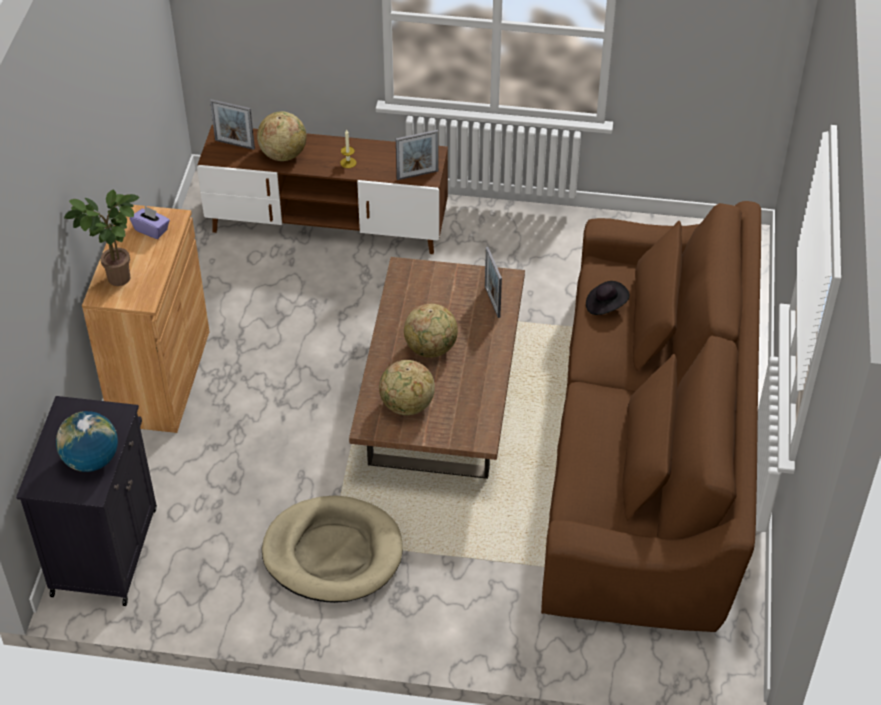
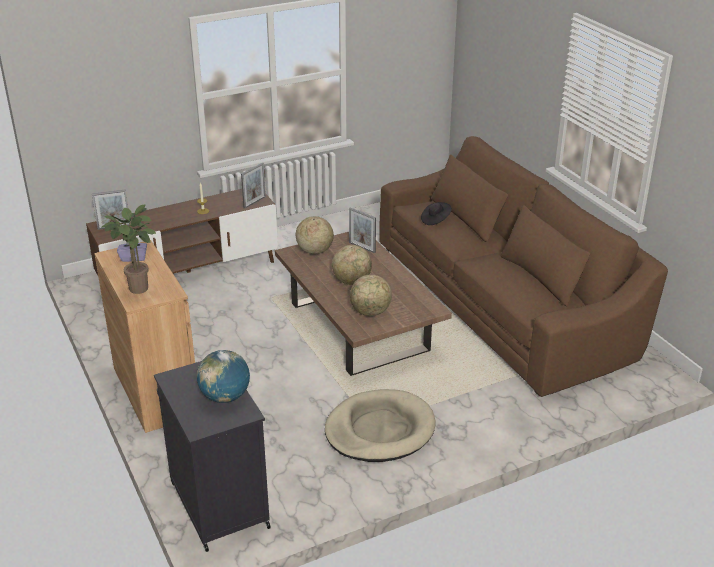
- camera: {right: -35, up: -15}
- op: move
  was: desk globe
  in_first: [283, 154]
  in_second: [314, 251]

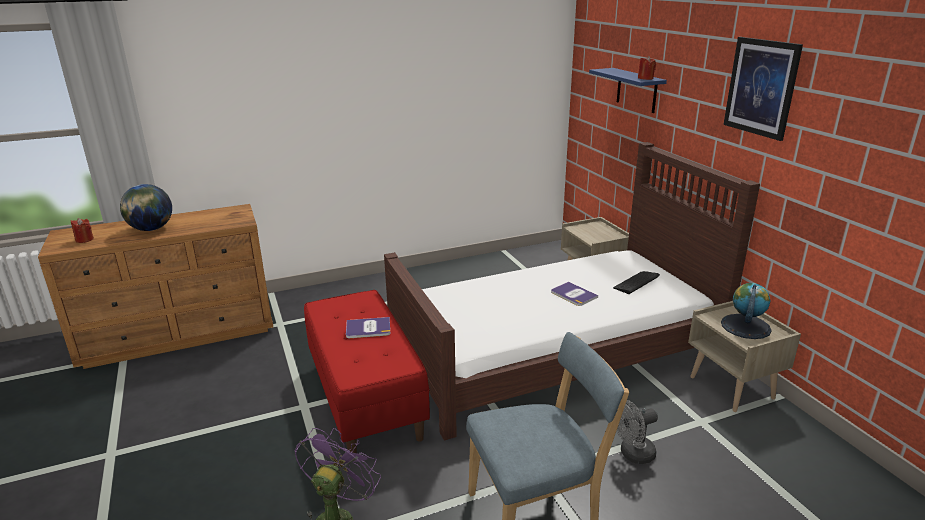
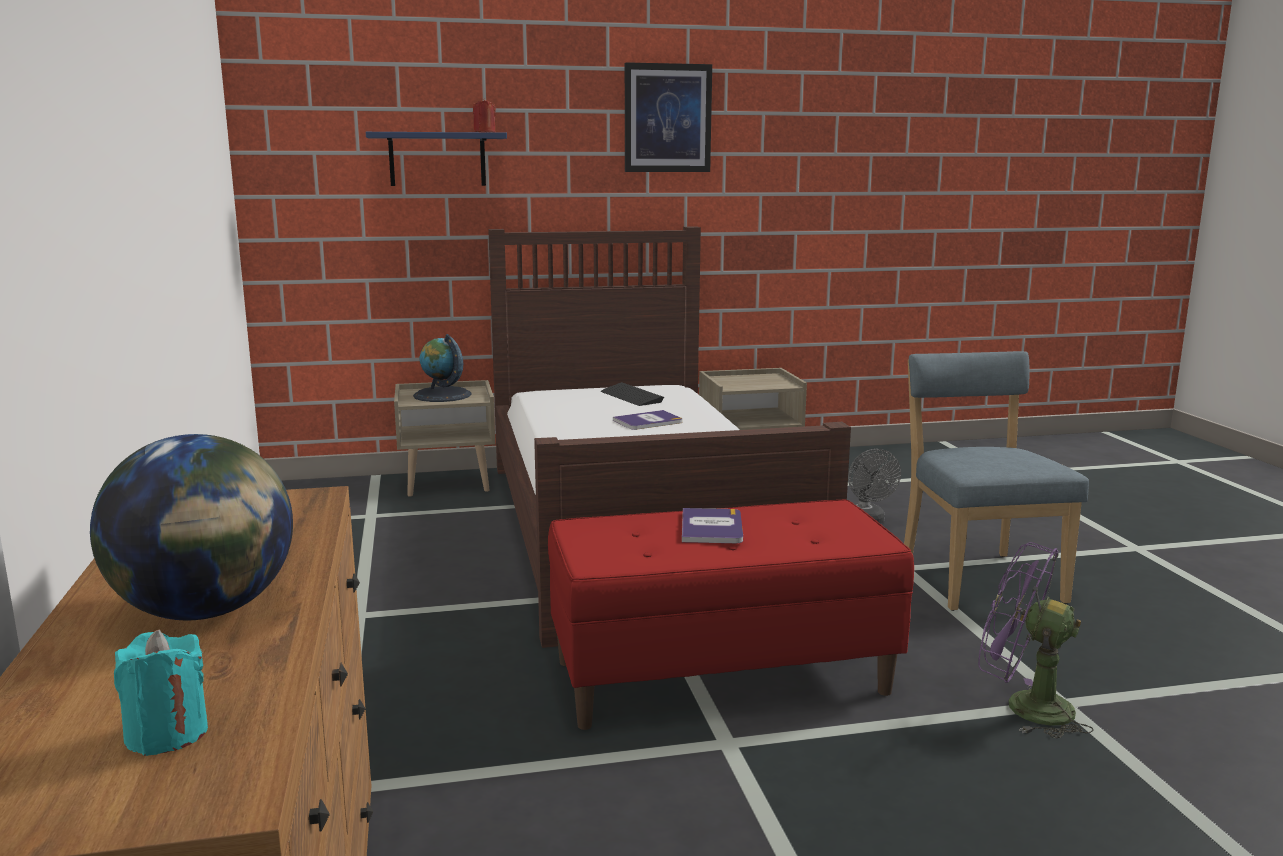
- camera: {right: -80, up: -10}
- op: move
  was: desk globe
  in_first: [745, 326]
  in_second: [442, 395]
- op: recolor
  was: red candle
  now: turquoise candle
  in_first: [84, 240]
  in_second: [167, 734]

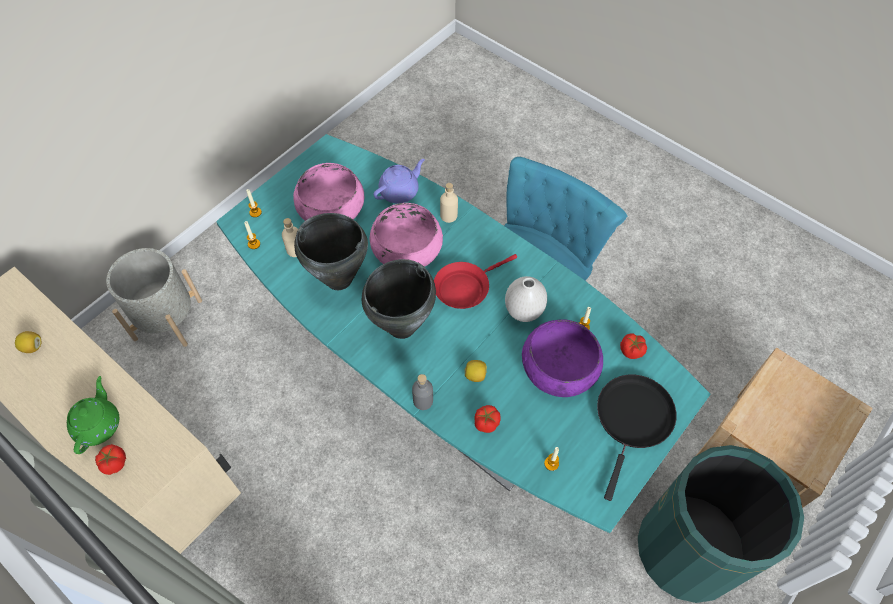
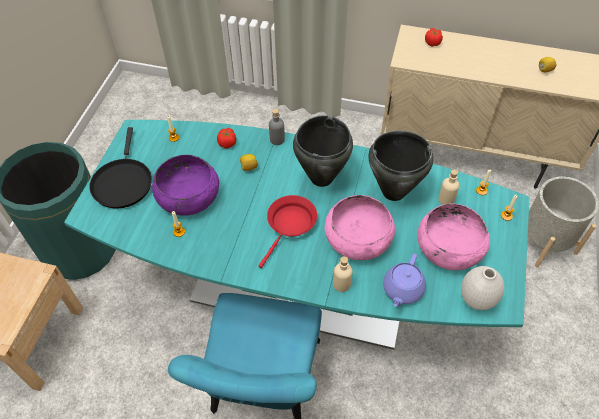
- camera: {right: 155, up: -5}
- op: delete
  was: green-coloured pot for tea
  in_first: [98, 424]
- op: delete
  was: whole tomato
  in_first: [631, 351]
- op: move
  was: white flower vase
  in_first: [523, 312]
  in_second: [477, 300]

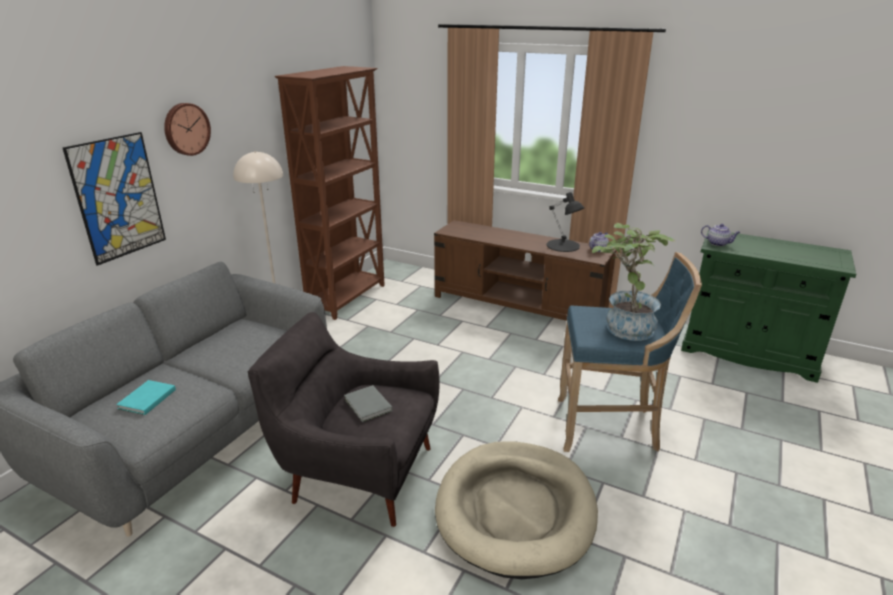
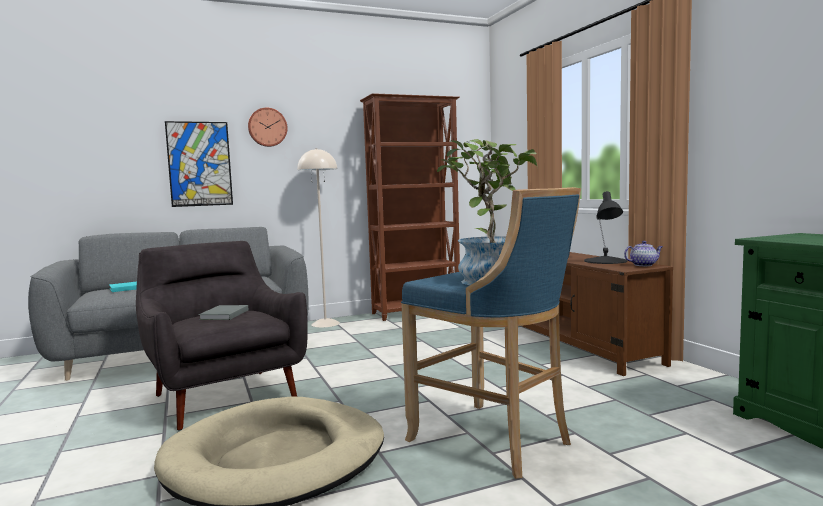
- camera: {right: 40, up: -20}
- op: delete
  was: pot for tea
  in_first: [718, 243]

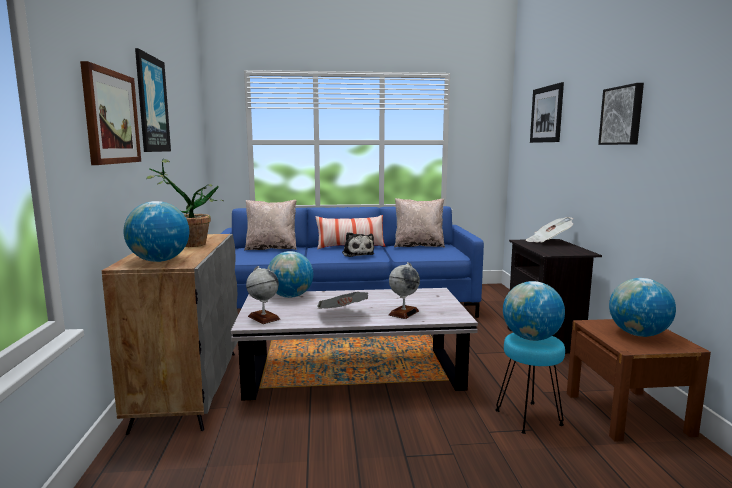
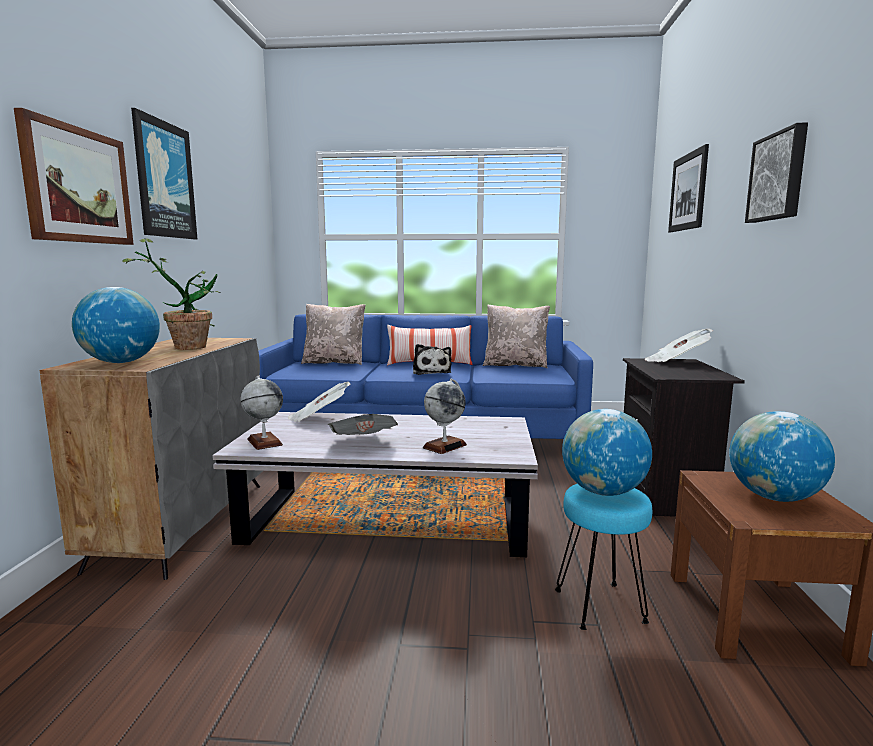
- camera: {right: 10, up: 0}
- op: replace
  was: desk globe
  now: newspaper
  in_first: [290, 296]
  in_second: [318, 418]

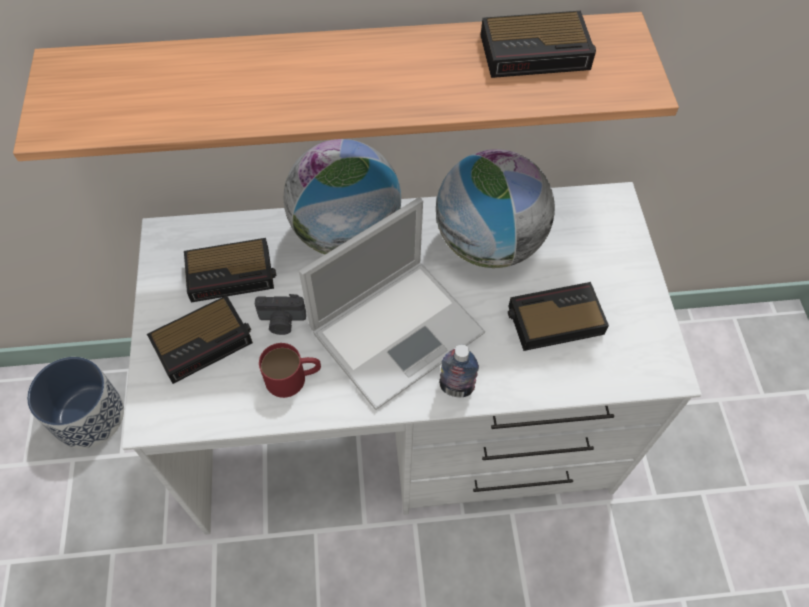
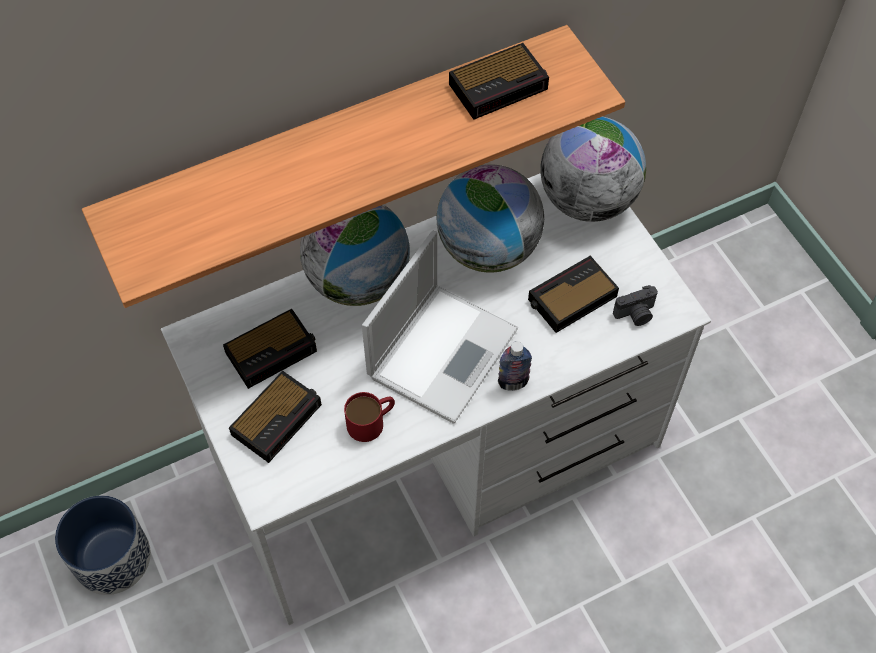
- camera: {right: -20, up: 0}
- op: insert
  now: desk globe
  in_second: [587, 200]
- op: move
  was: still camera
  in_first: [282, 322]
  in_second: [636, 314]

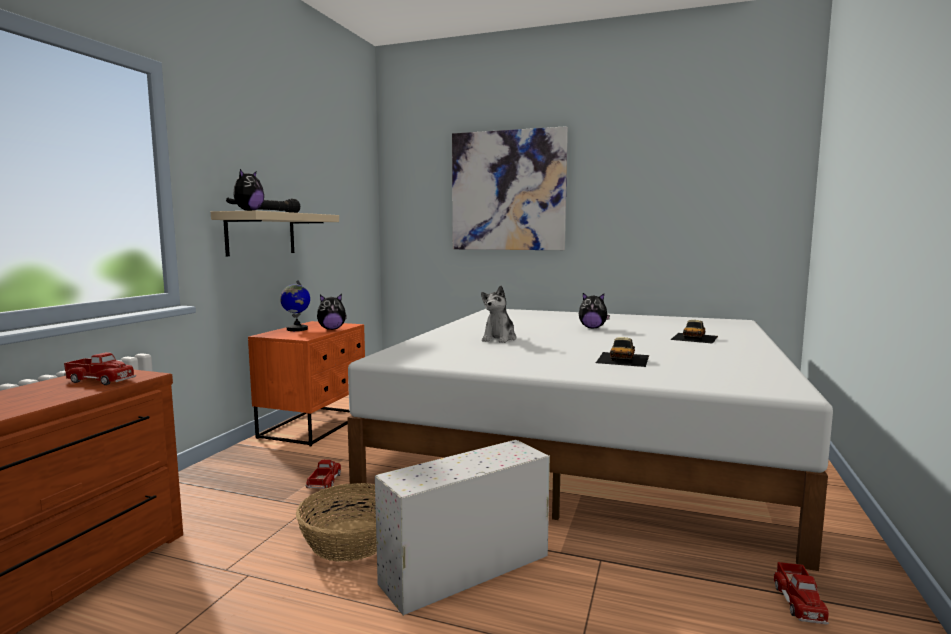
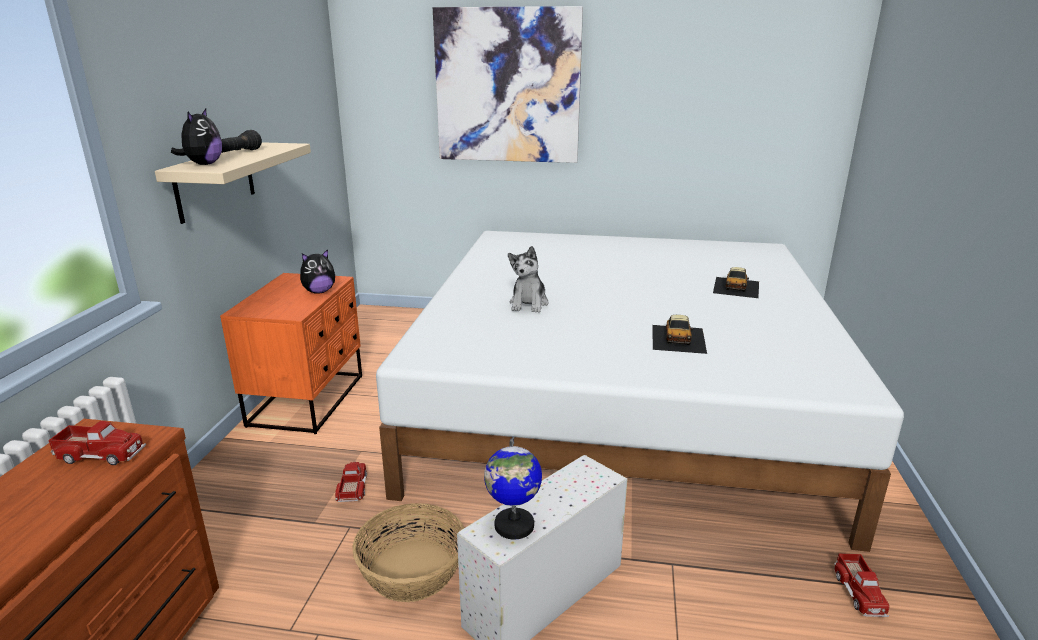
- camera: {right: -10, up: 15}
- op: delete
  was: soft toy
  in_first: [592, 328]
- op: move
  was: desk globe
  in_first: [296, 329]
  in_second: [513, 525]

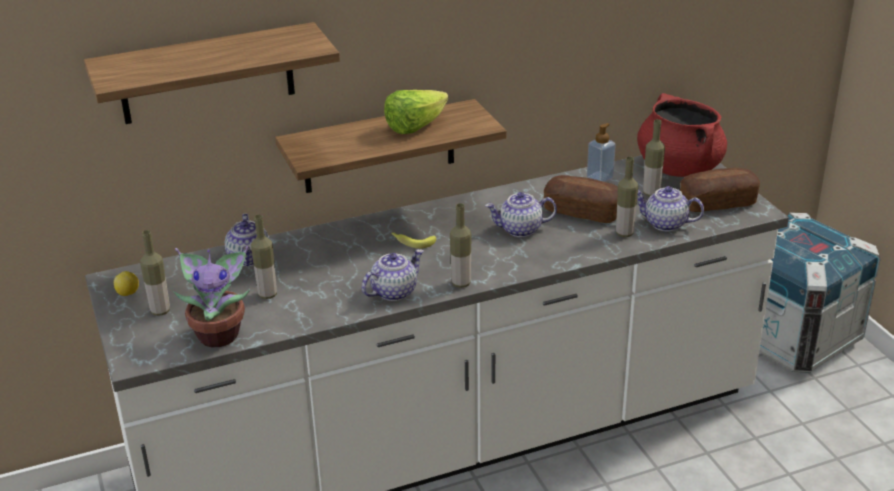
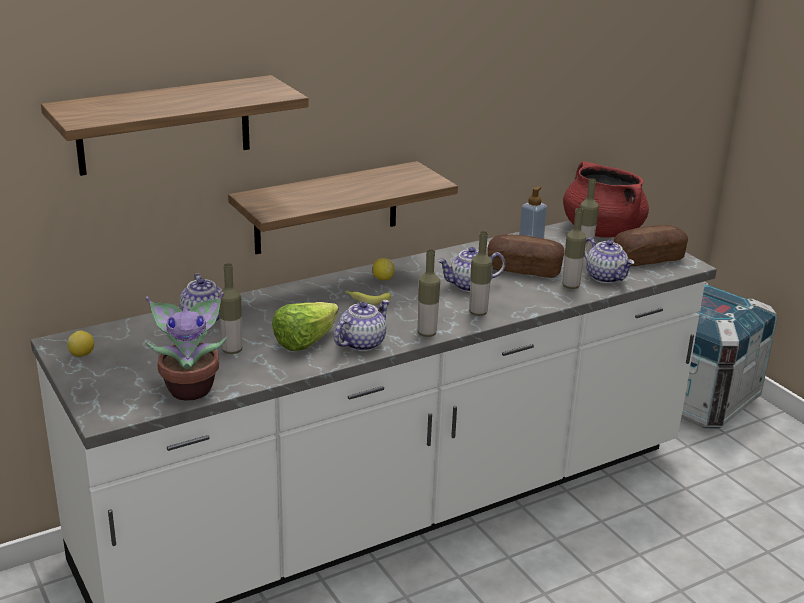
- camera: {right: -10, up: -5}
- op: insert
  now: citrus fruit
  in_second: [383, 279]
- op: move
  was: beverage bottle
  in_first: [160, 311]
  in_second: [478, 312]
- op: move
  was: lettuce
  in_first: [415, 127]
  in_second: [305, 342]
- op: rotate
  was: pot for tea
  in_first: [665, 224]
  in_second: [606, 277]
  clockwise: -135

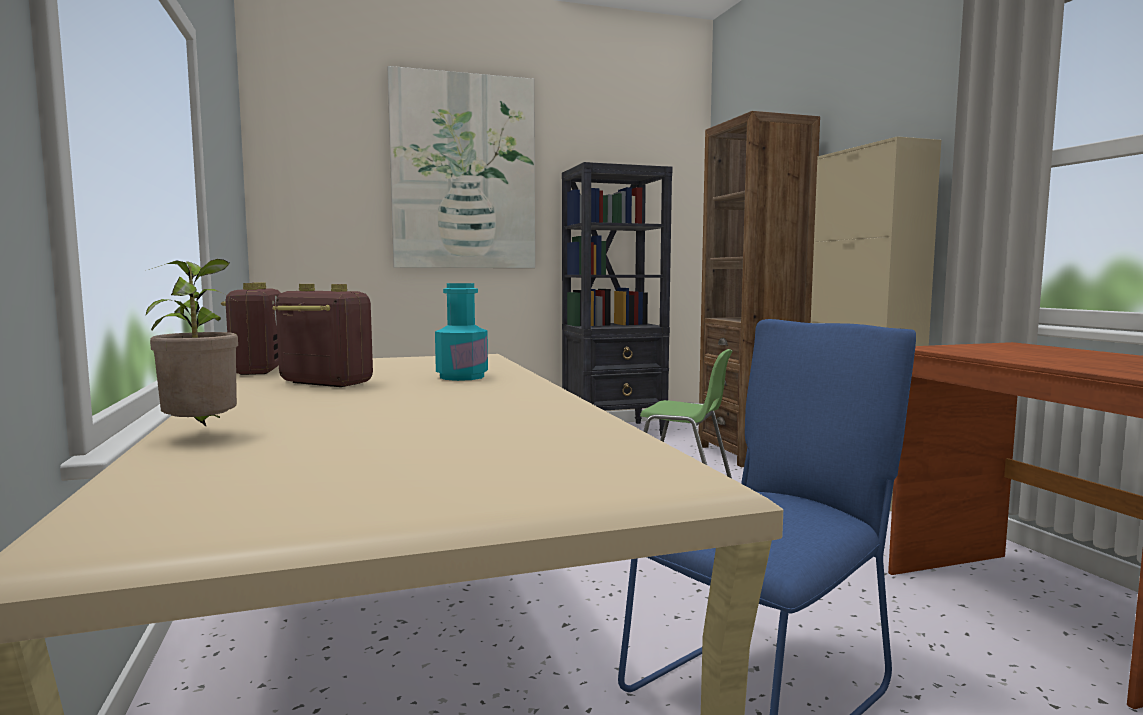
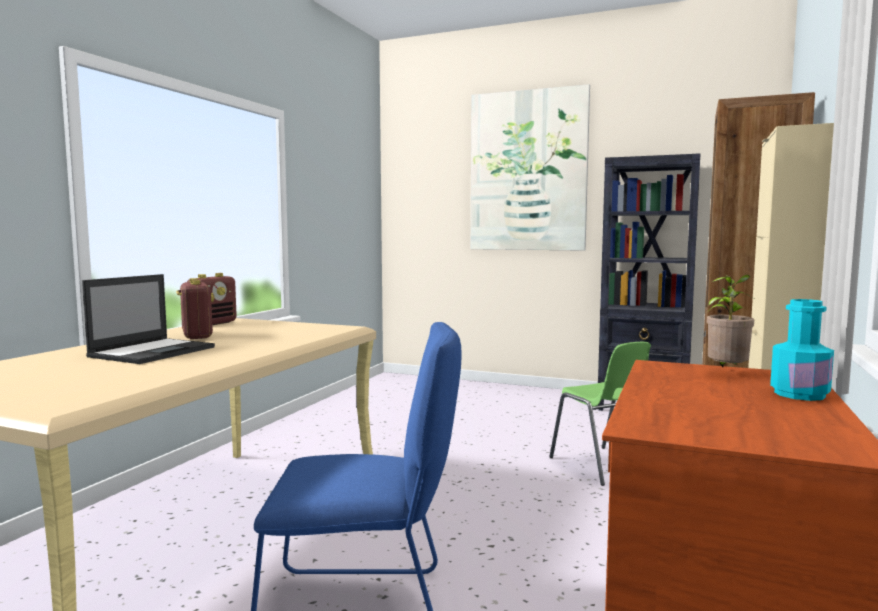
- camera: {right: 40, up: 0}
- op: insert
  now: portable computer
  in_second: [154, 351]
- op: move
  was: houseplant
  in_first: [203, 435]
  in_second: [727, 373]
- op: move
  was: turquoise beverage bottle
  in_first: [462, 377]
  in_second: [799, 394]

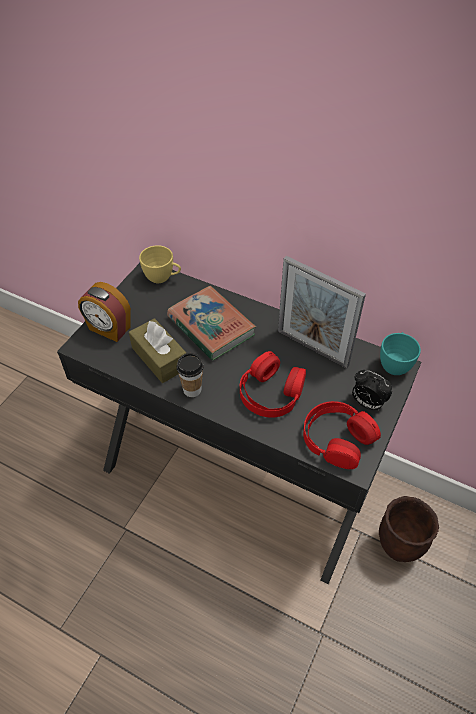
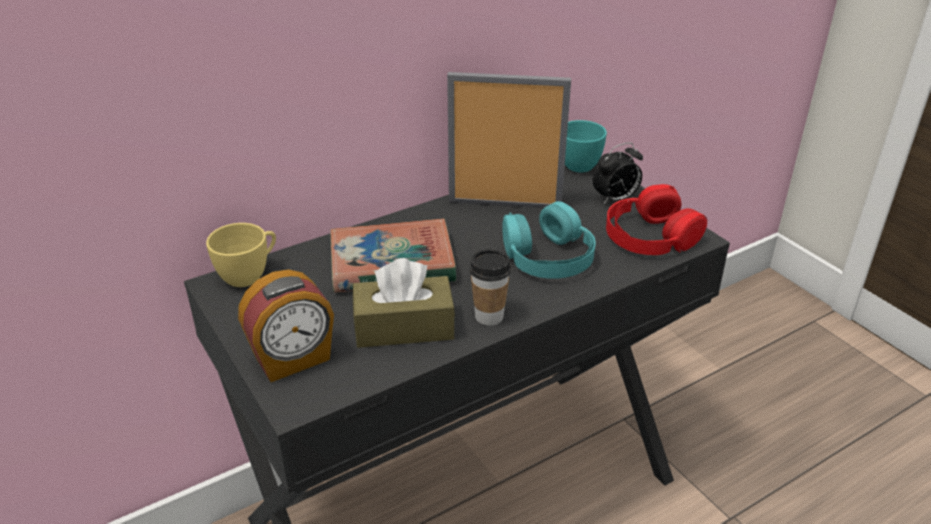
- camera: {right: -60, up: -15}
- op: delete
  was: brownish plant pot
  in_first: [399, 546]
- op: recolor
  was: red headphones
  now: turquoise headphones
  in_first: [271, 393]
  in_second: [548, 256]
- op: rotate
  was: picture frame
  in_first: [312, 348]
  in_second: [505, 204]
  clockwise: -150

